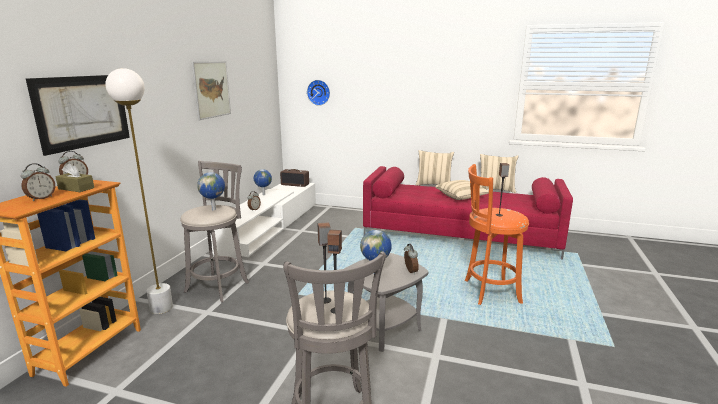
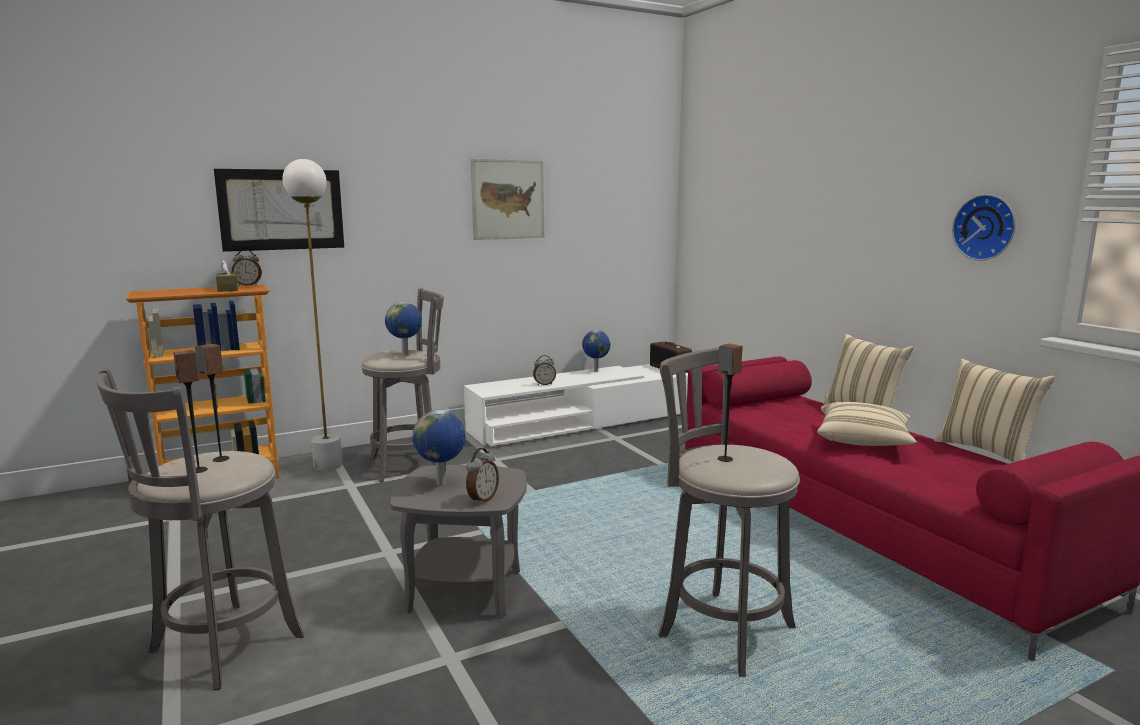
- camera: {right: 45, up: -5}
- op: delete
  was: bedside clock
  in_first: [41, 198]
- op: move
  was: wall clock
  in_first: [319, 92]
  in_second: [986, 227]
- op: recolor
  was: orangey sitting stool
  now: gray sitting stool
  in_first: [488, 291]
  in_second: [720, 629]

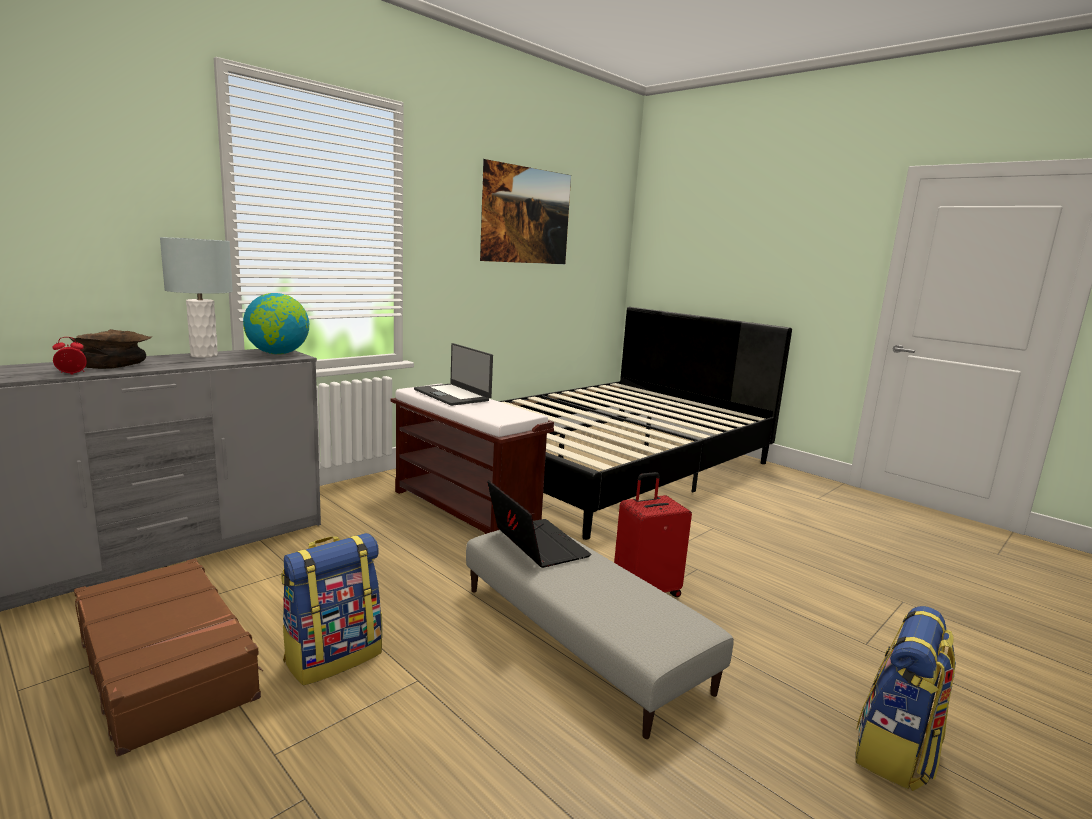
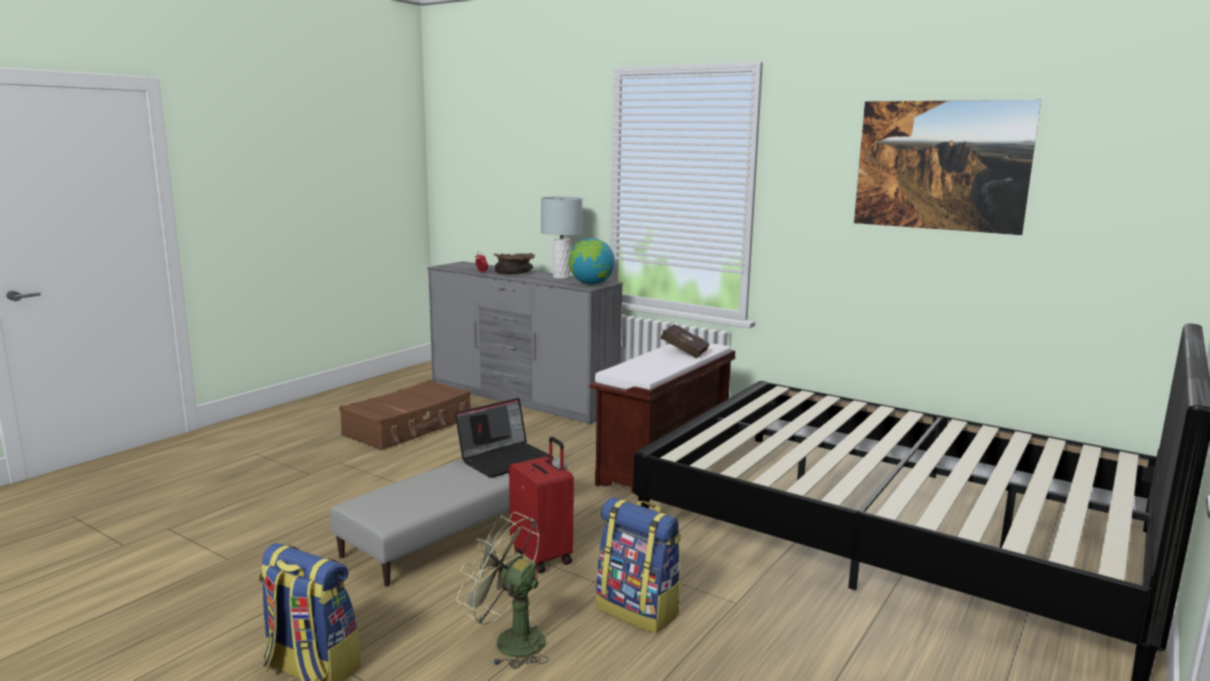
- camera: {right: 80, up: 0}
- op: insert
  now: green-coloured fan
  in_second: [509, 641]
- op: move
  was: rucksack
  in_first: [334, 656]
  in_second: [639, 610]
- op: replace
  was: portable computer
  now: red bound book
  in_first: [453, 395]
  in_second: [682, 352]

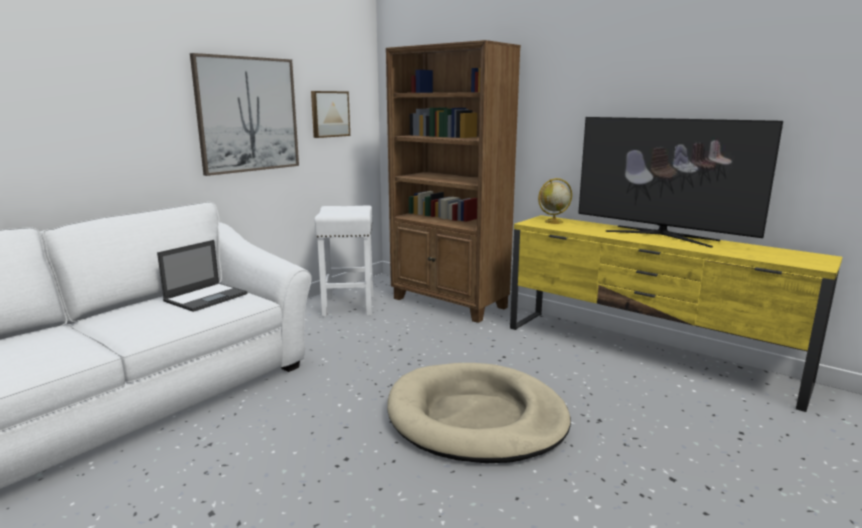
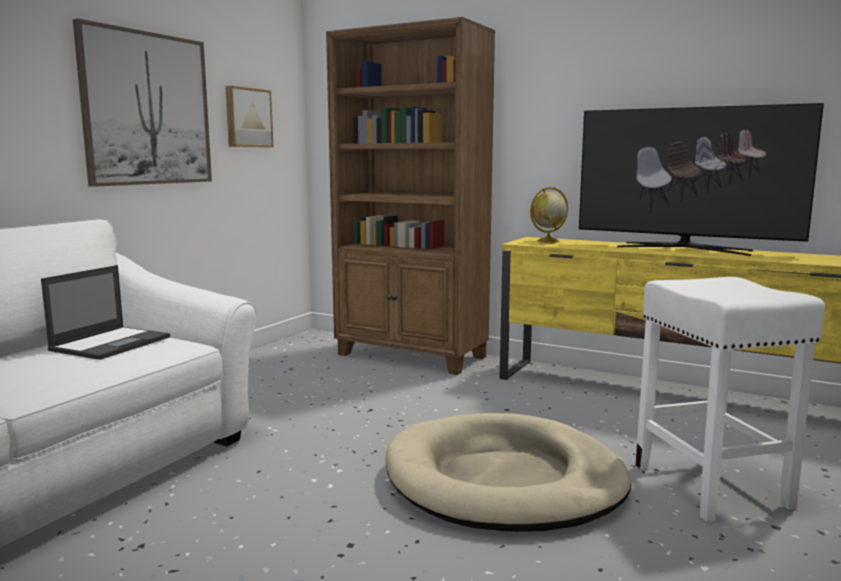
- camera: {right: -10, up: -5}
- op: move
  was: white sitting stool
  in_first: [349, 306]
  in_second: [713, 487]

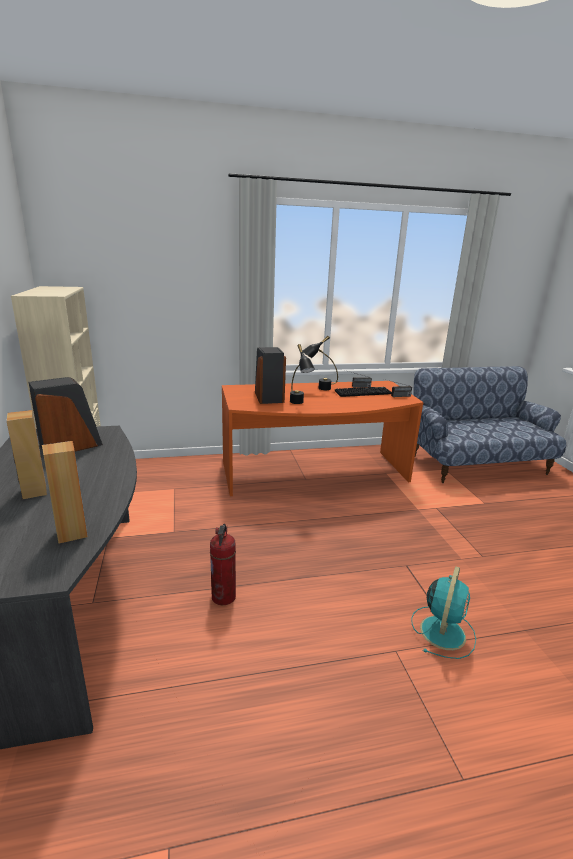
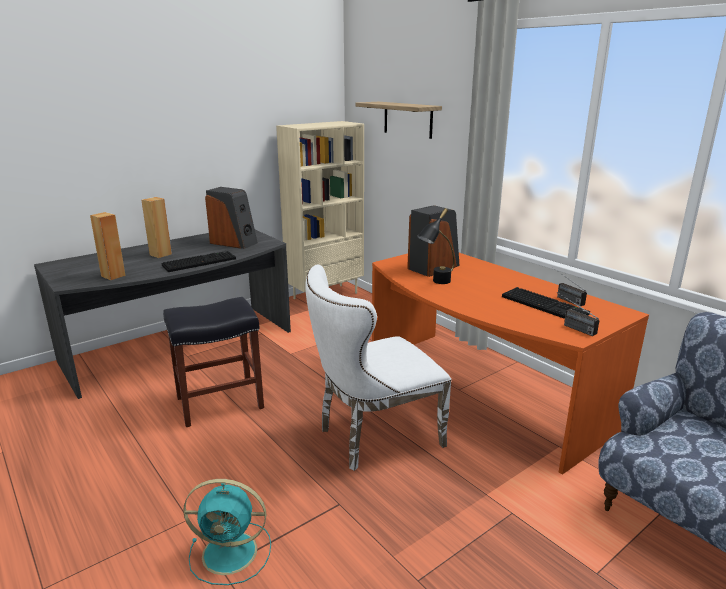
- camera: {right: 65, up: 0}
- op: delete
  was: black lamp for a table
  in_first: [318, 388]
- op: insert
  now: PC keyboard
  in_second: [200, 262]
- op: insert
  now: white chair
  in_second: [373, 437]
- op: insert
  now: bracket shelf
  in_second: [408, 119]
- op: replace
  was: fire-fighting cylinder
  now: black sitting stool
  in_first: [224, 597]
  in_second: [218, 403]

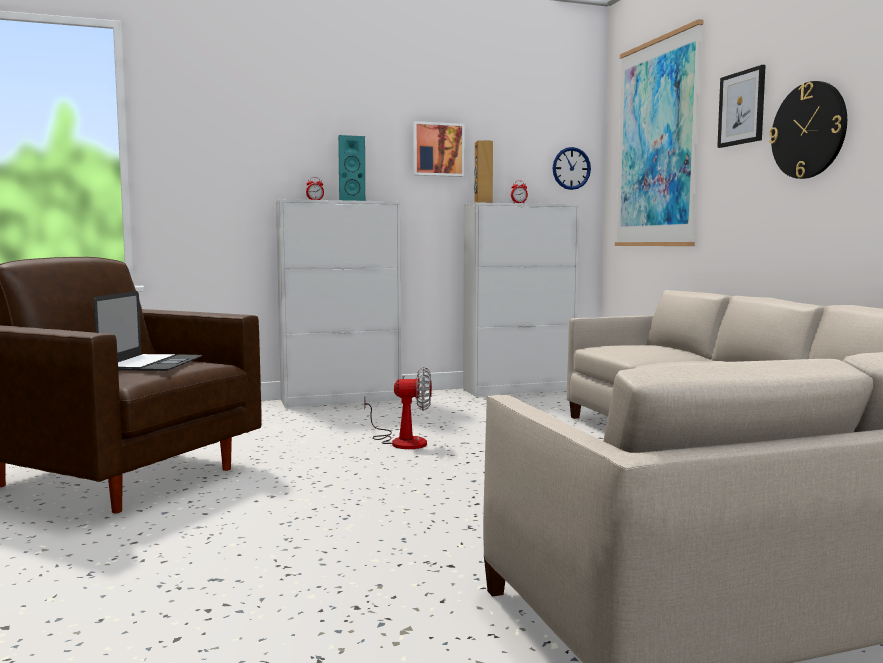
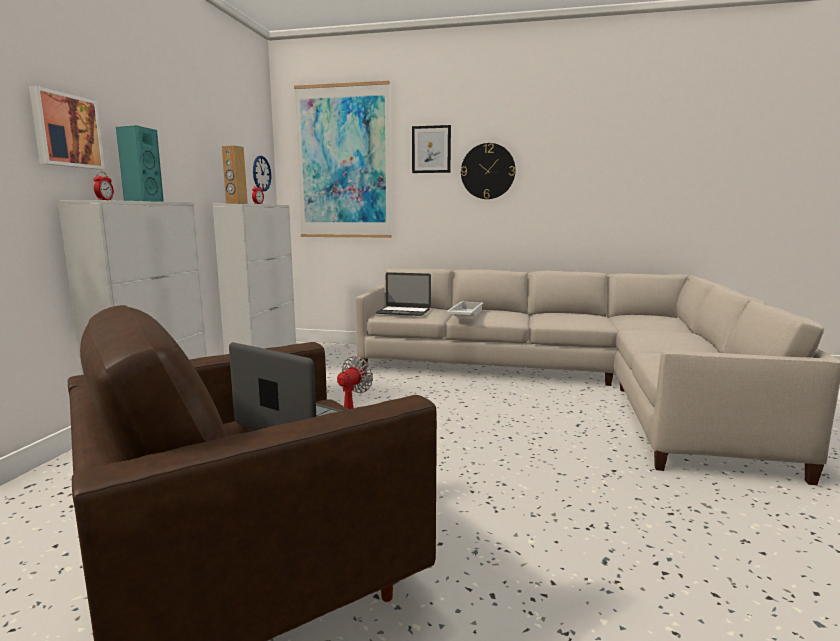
- camera: {right: -60, up: 5}
- op: insert
  now: portable computer
  in_second: [403, 311]
- op: insert
  now: white tray
  in_second: [464, 314]
- op: move
  was: picture
  in_first: [437, 149]
  in_second: [66, 131]

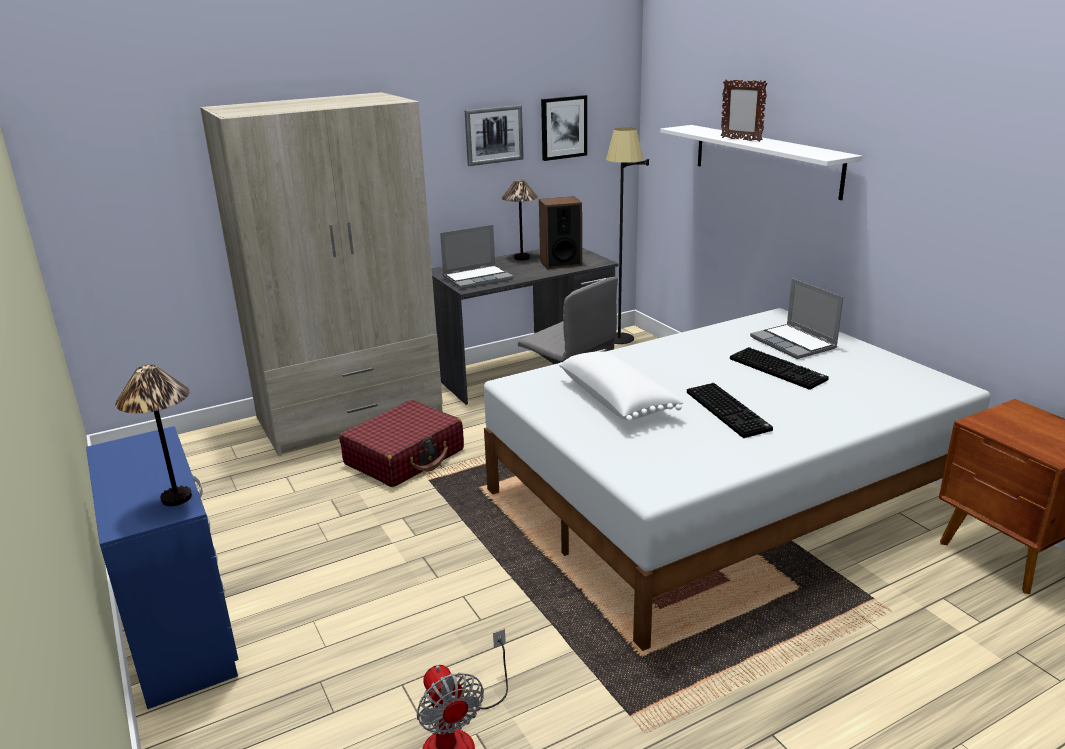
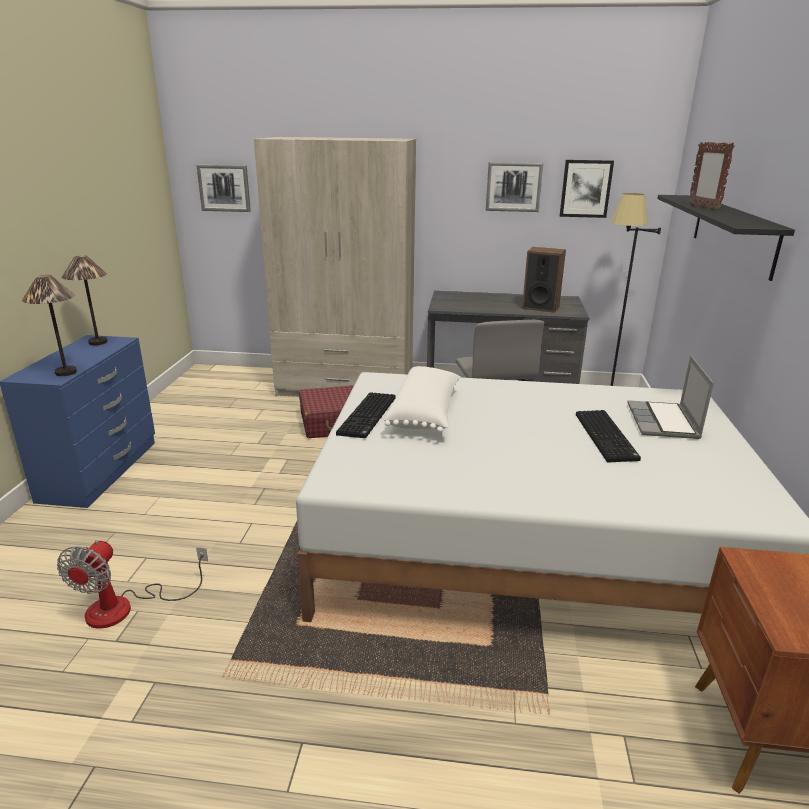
- camera: {right: 35, up: 0}
- op: delete
  was: portable computer
  in_first: [478, 278]
- op: insert
  now: picture
  in_second: [224, 188]
- op: move
  was: lamp for a table
  in_first: [521, 258]
  in_second: [98, 342]
- op: move
  was: PC keyboard
  in_first: [729, 411]
  in_second: [368, 416]
- op: recolor
  was: white bracket shelf
  now: black bracket shelf
  in_first: [765, 160]
  in_second: [732, 233]

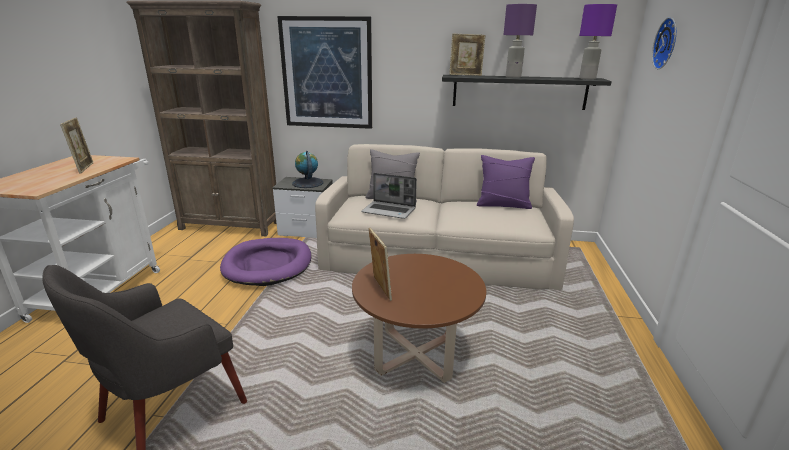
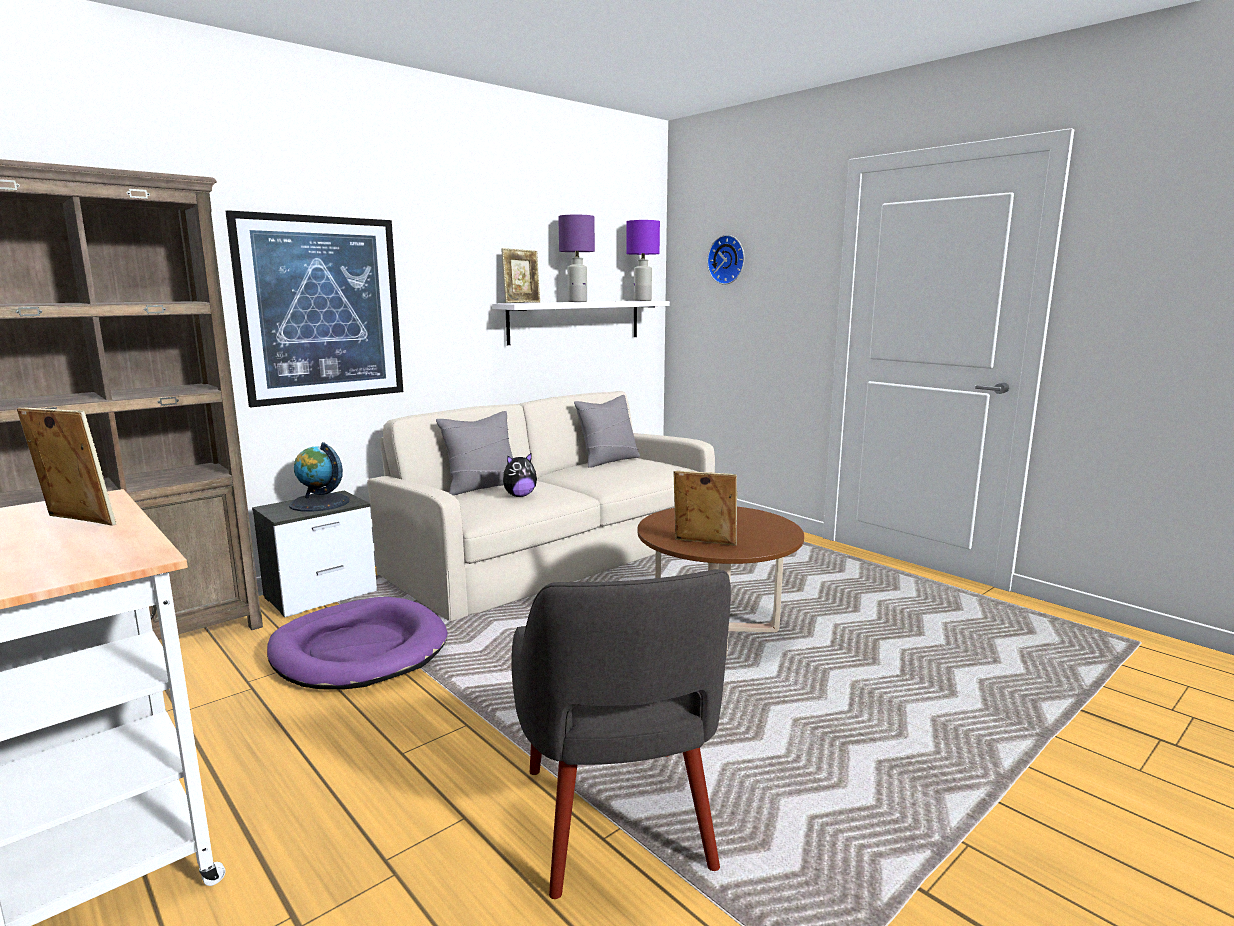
- camera: {right: -50, up: -10}
- op: replace
  was: portable computer
  now: soft toy
  in_first: [389, 211]
  in_second: [519, 495]
- op: recolor
  was: black bracket shelf
  now: white bracket shelf
  in_first: [519, 92]
  in_second: [575, 321]
- op: recolor
  was: purplish cushion
  now: gray cushion
  in_first: [503, 205]
  in_second: [608, 460]

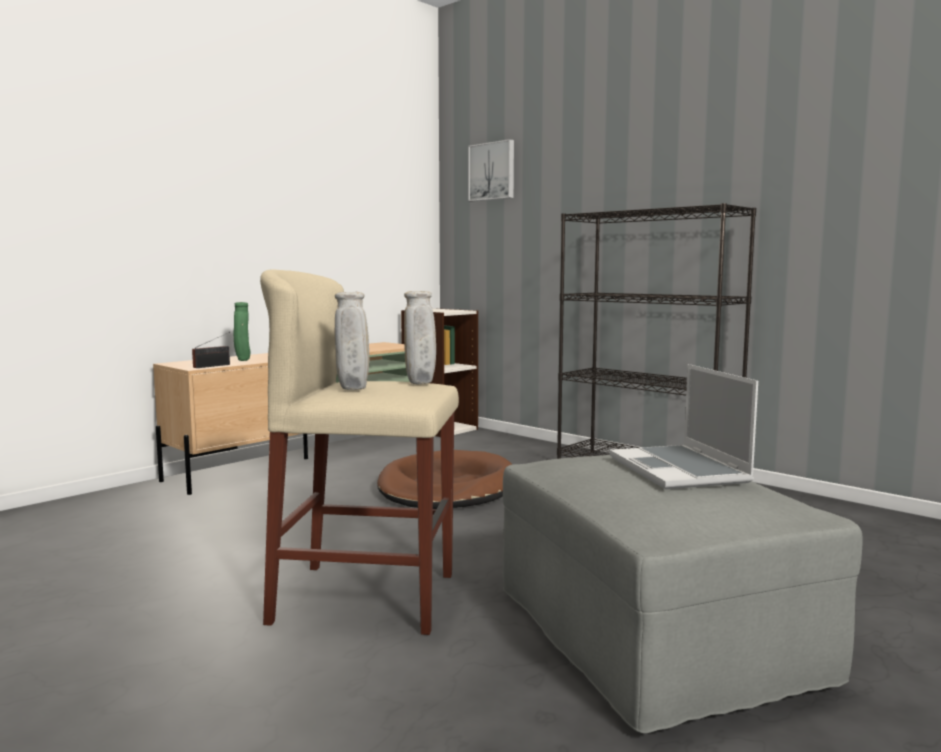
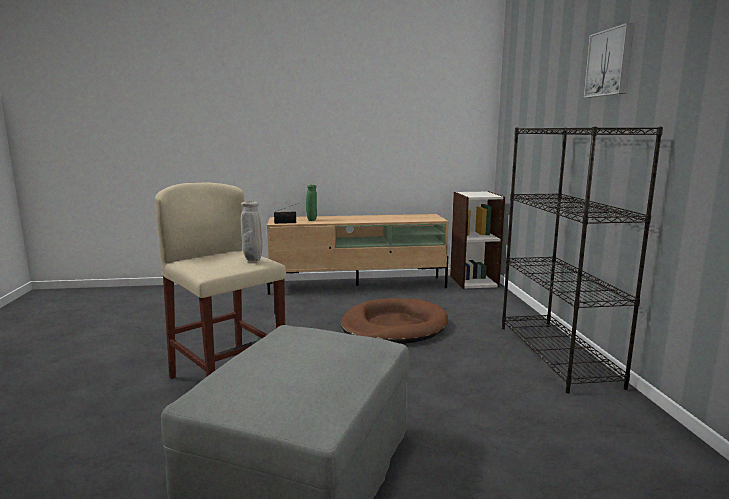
- camera: {right: 40, up: 5}
- op: delete
  was: beige-coloured flower vase
  in_first: [353, 389]
- op: delete
  was: portable computer
  in_first: [680, 470]
- op: move
  was: picture
  in_first: [492, 171]
  in_second: [610, 63]

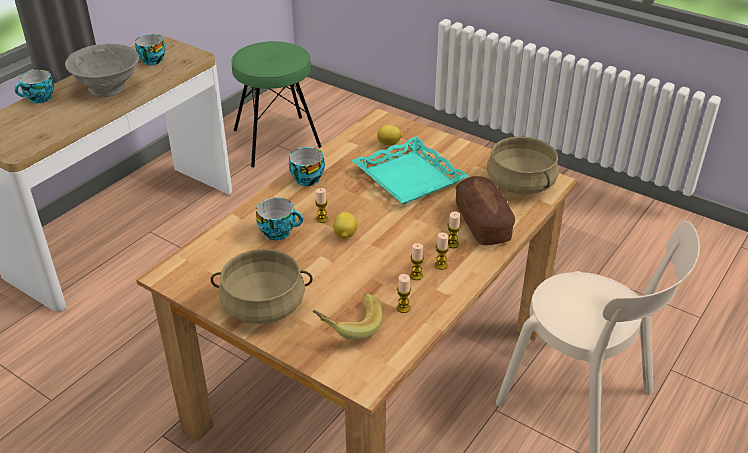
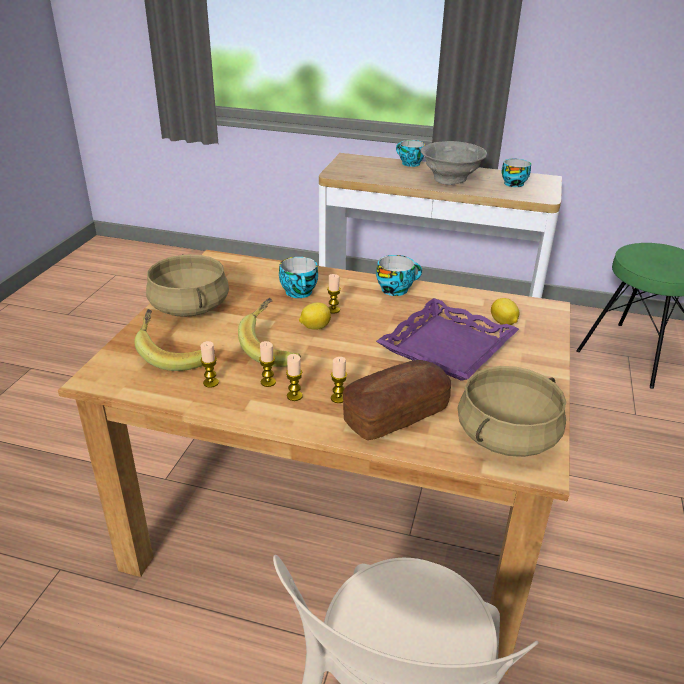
- camera: {right: 70, up: -5}
- op: insert
  now: whole banana
  in_second: [273, 348]
- op: recolor
  was: turquoise tray
  now: purplish tray
  in_first: [408, 178]
  in_second: [446, 346]

